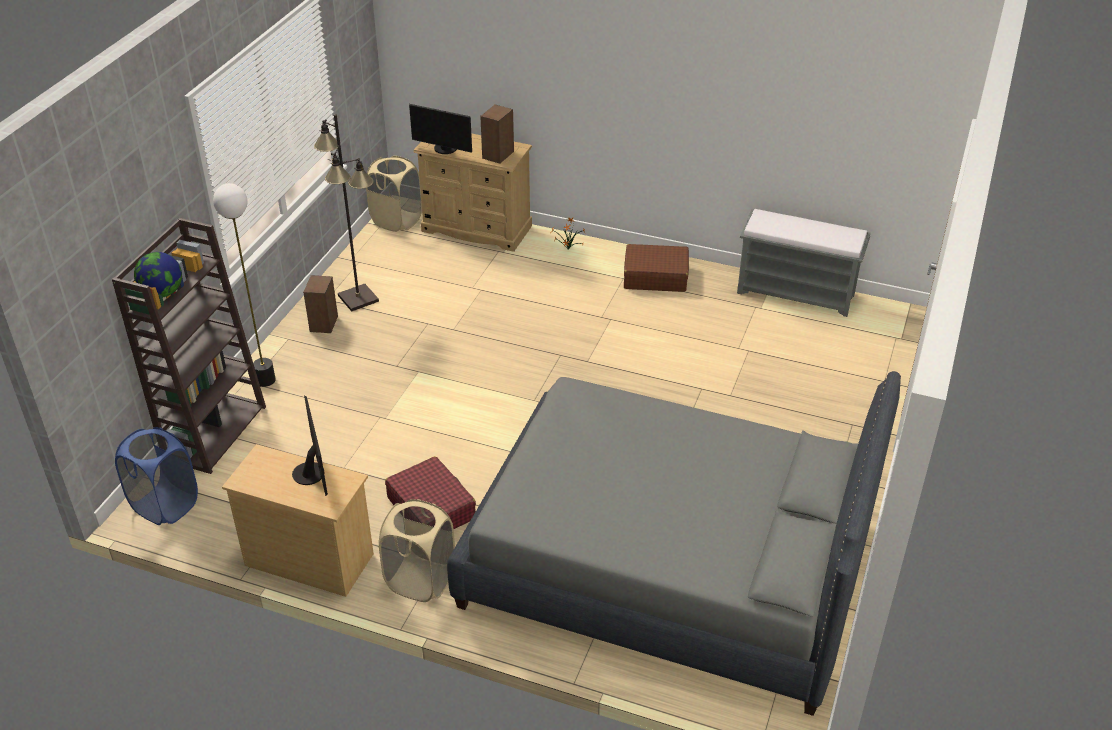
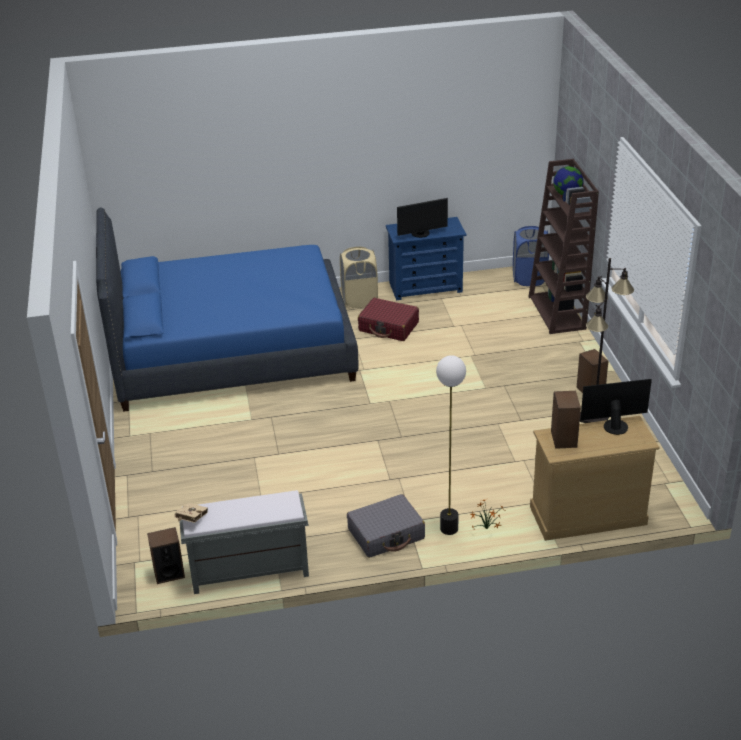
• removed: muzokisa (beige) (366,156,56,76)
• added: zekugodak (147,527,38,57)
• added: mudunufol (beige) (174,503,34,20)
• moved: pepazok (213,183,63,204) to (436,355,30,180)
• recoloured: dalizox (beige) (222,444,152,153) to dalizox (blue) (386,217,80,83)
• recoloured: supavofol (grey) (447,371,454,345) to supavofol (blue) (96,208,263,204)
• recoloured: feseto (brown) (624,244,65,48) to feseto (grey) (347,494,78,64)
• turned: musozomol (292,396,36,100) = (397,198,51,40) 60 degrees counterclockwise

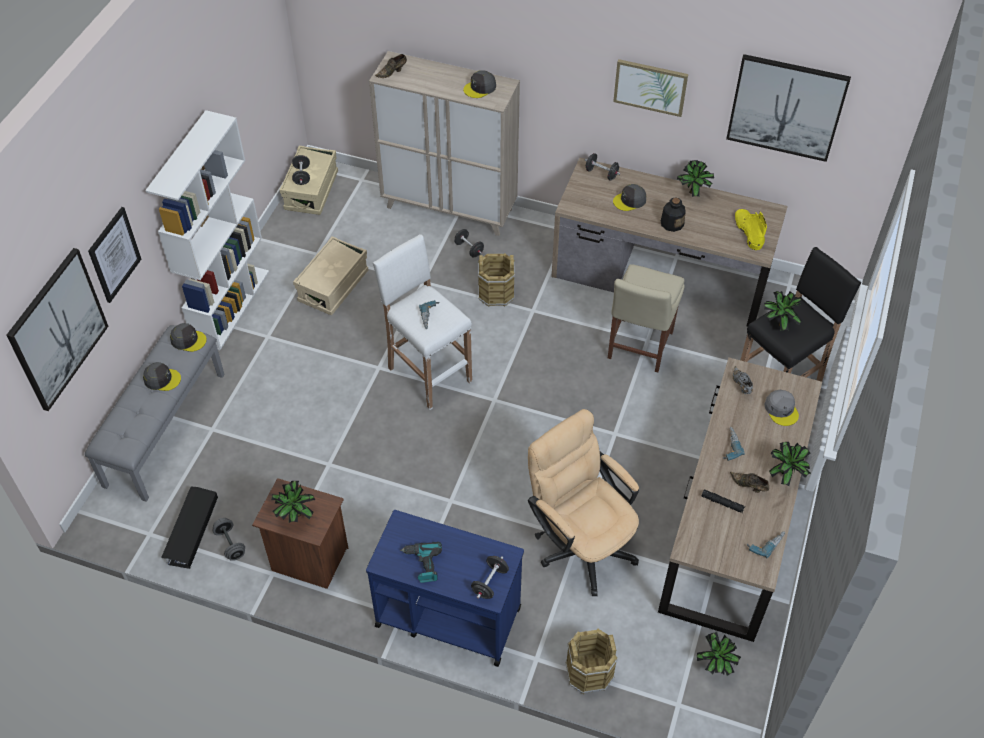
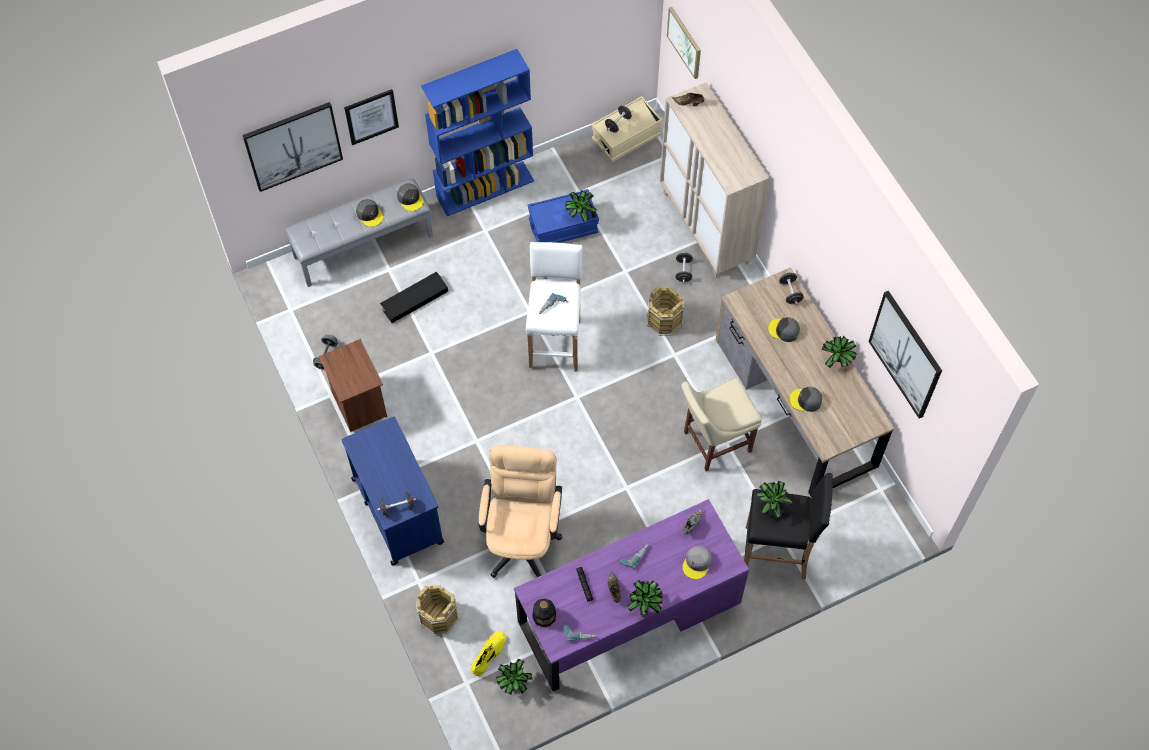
• removed: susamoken (400,542,42,41)
• moved: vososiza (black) (161,487,57,82) to (380,271,68,53)
• moved: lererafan (271,481,44,42) to (565,190,32,32)
• moved: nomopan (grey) (463,70,33,28) to (789,387,33,25)
• moved: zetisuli (613,59,75,58) to (667,7,34,72)
• moved: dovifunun (661,197,25,35) to (532,598,24,29)
• moved: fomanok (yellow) (735,209,32,41) to (471,631,35,45)
• recoloured: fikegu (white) (145,110,124,240) to fikegu (blue) (421,49,113,167)
• recoloured: vososiza (beige) (293,236,76,80) to vososiza (blue) (528,189,71,54)
• recoloured: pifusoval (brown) (658,357,164,285) to pifusoval (purple) (514,499,235,193)

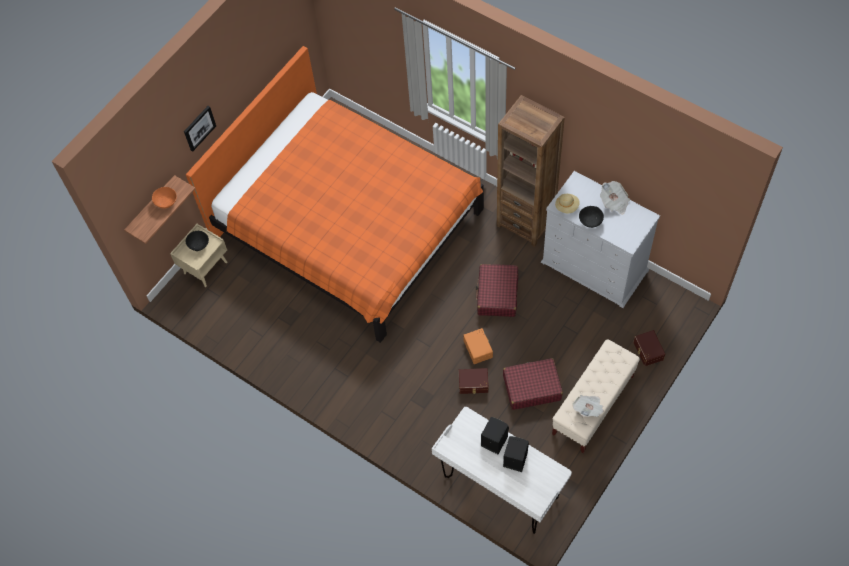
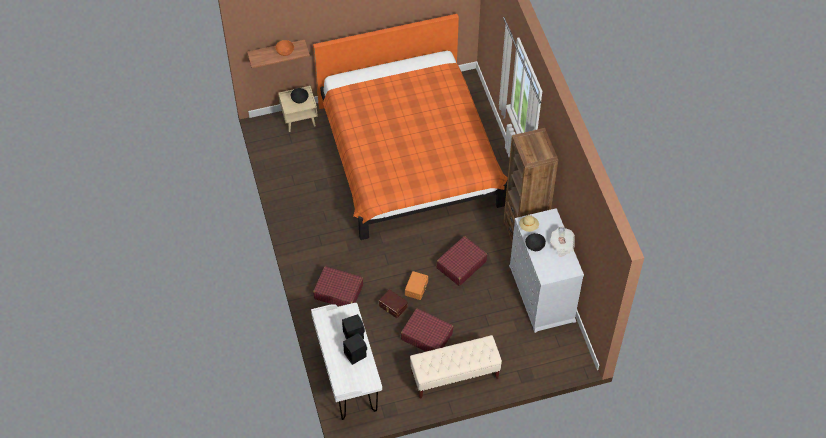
• removed: zetisuli (184,106,32,45)
• removed: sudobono (572,395,32,22)
• removed: vososiza (brown) (633,330,32,36)
• added: feseto (red) (313,266,50,40)

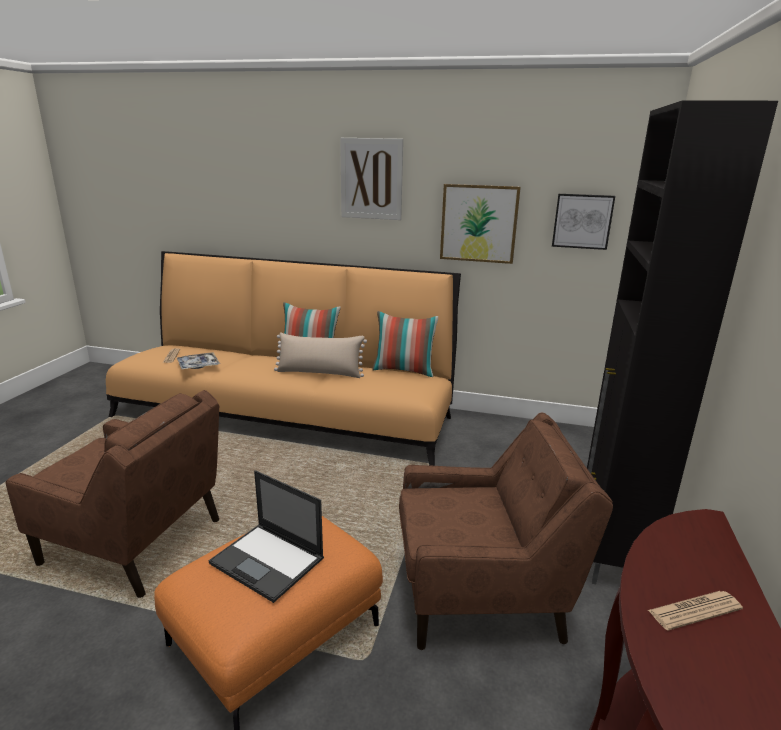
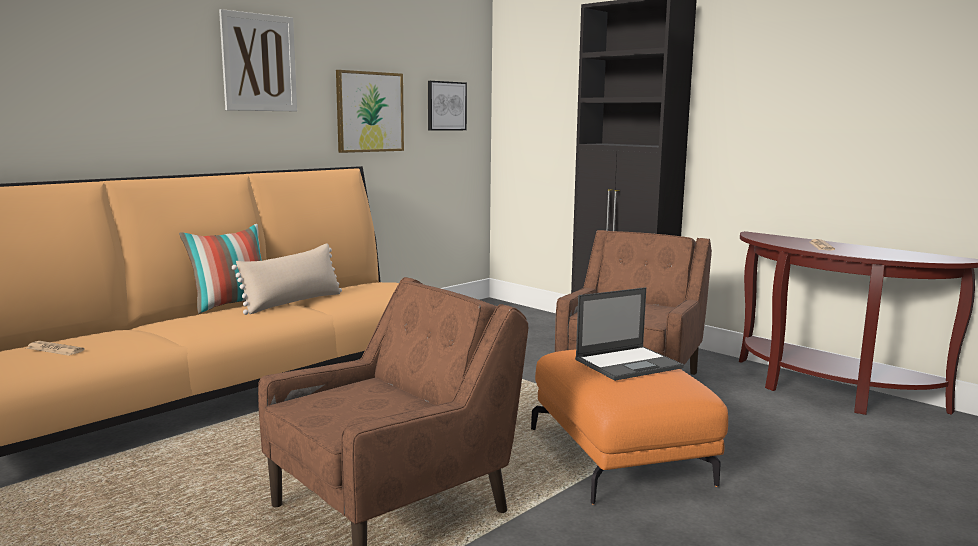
• removed: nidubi (177,352,43,17)
• removed: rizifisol (372,311,66,66)

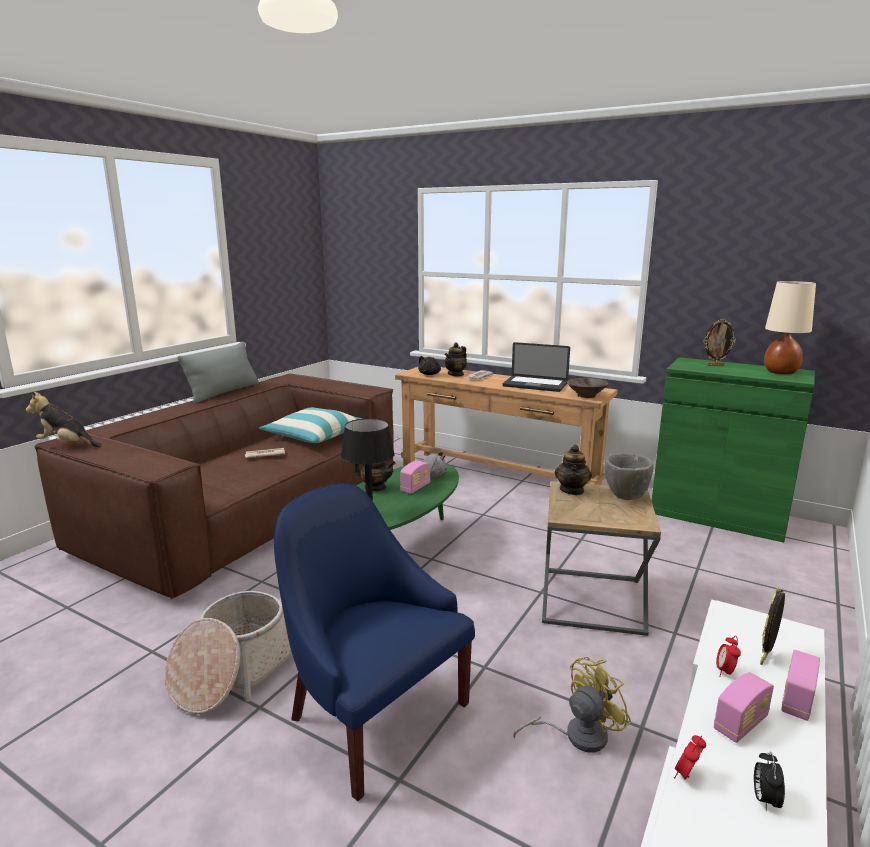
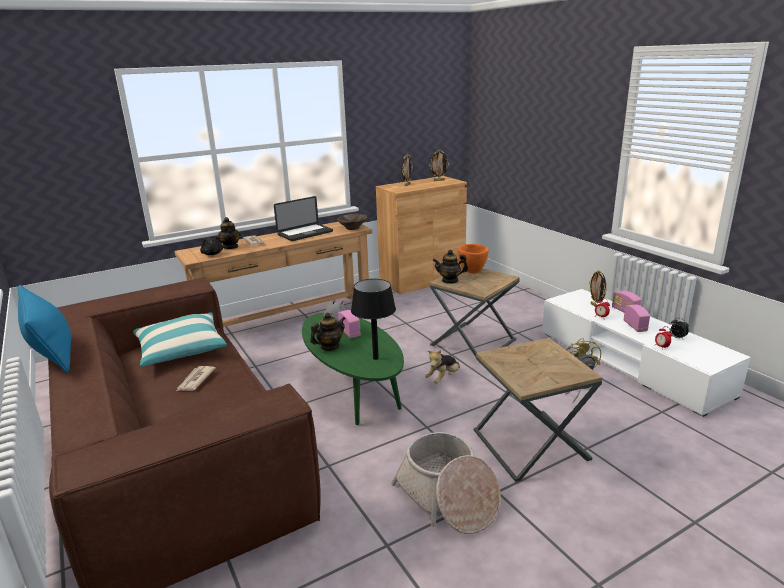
• moved: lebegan (26,392,76,56) to (425,350,35,34)
• replaced: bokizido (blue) (274,483,201,318) to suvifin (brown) (474,338,128,144)
• replaced: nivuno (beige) (764,281,52,93) to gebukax (429,150,20,31)
• recoloured: rizifisol (grey) (177,341,82,63) to rizifisol (blue) (17,285,54,88)
• recoloured: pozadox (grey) (604,453,50,47) to pozadox (orange) (458,244,31,29)
• recoloured: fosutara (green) (651,357,164,186) to fosutara (brown) (376,176,91,118)
• turned: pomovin (555,445,37,50) = (433,250,35,34) 135 degrees clockwise

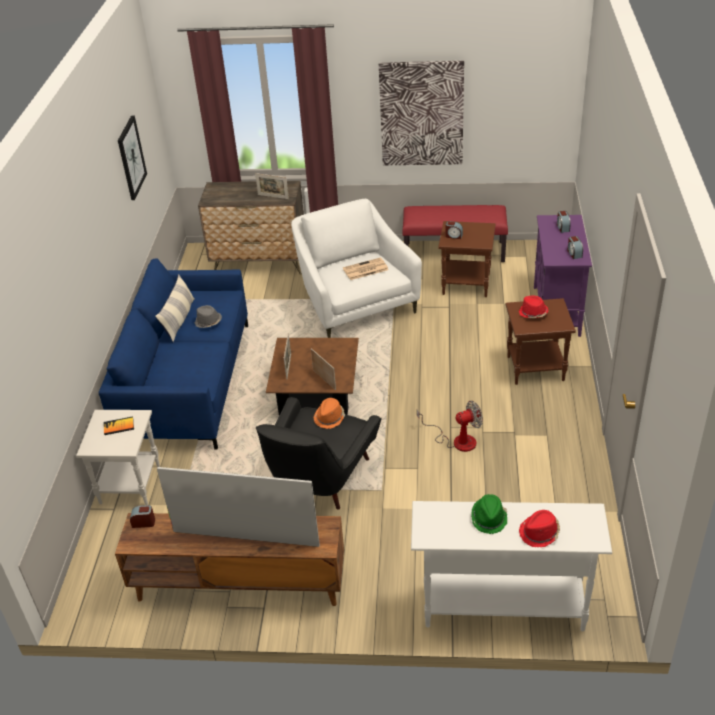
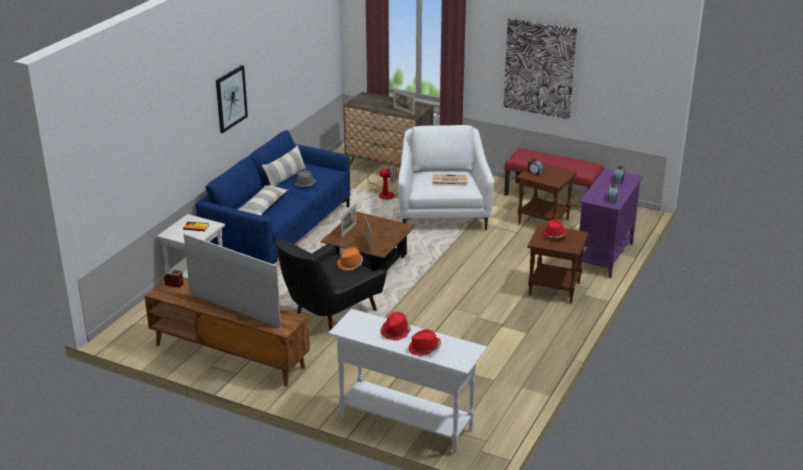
• added: rizifisol (238,185,51,31)
• moved: zetisuli (118,115,29,85) to (216,65,32,68)
• moved: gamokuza (417,401,66,51) to (365,164,32,36)
• recoloured: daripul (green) (471,494,36,40) to daripul (red) (381,312,30,29)

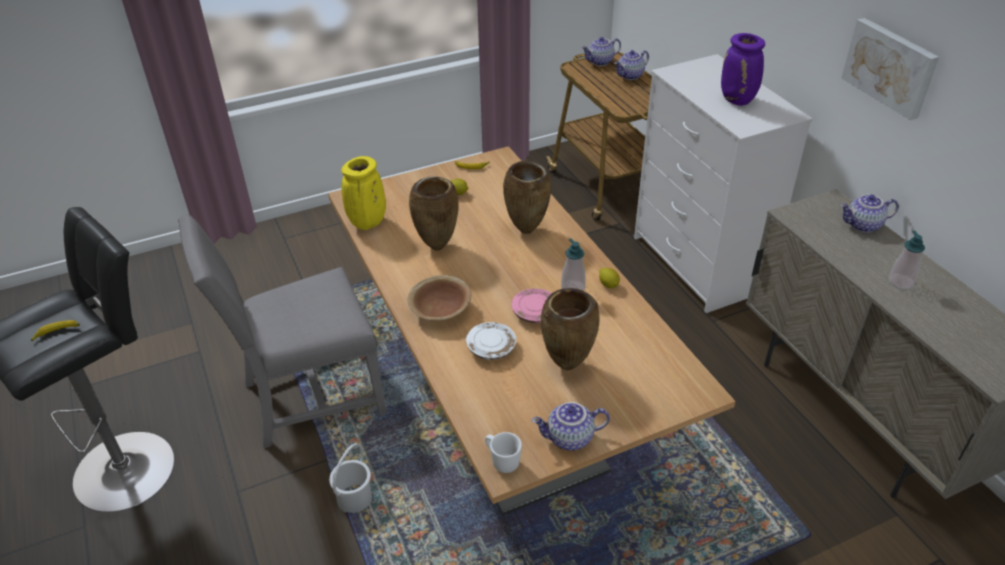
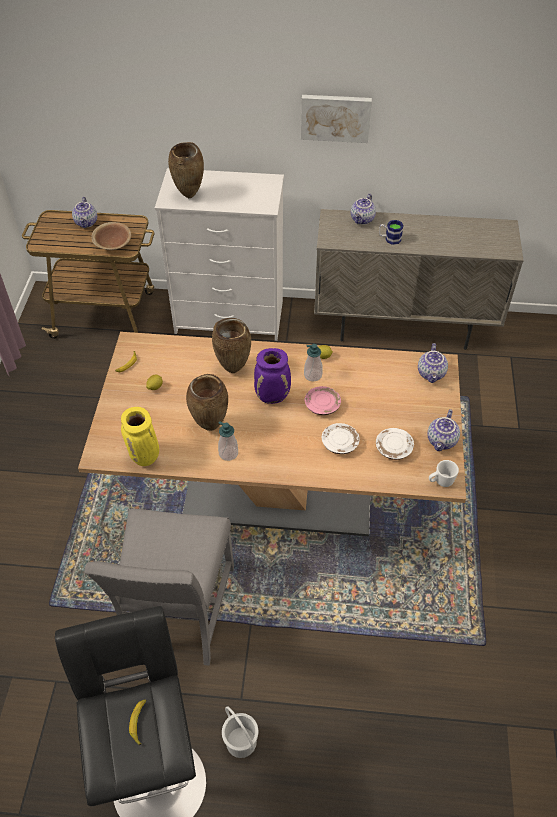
• added: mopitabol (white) (376,428,38,32)
• added: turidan (379,220,25,25)
• moved: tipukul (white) (329,443,43,70) to (222,706,36,52)
• moved: pozadox (brown) (408,275,63,46) to (91,222,40,28)
• moved: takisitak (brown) (541,288,59,82) to (168,142,36,56)
• moved: pomovin (582,37,39,29) to (418,343,30,40)
• moved: takisitak (purple) (721,33,44,73) to (254,348,37,56)
• moved: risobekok (888,231,37,58) to (218,421,20,40)

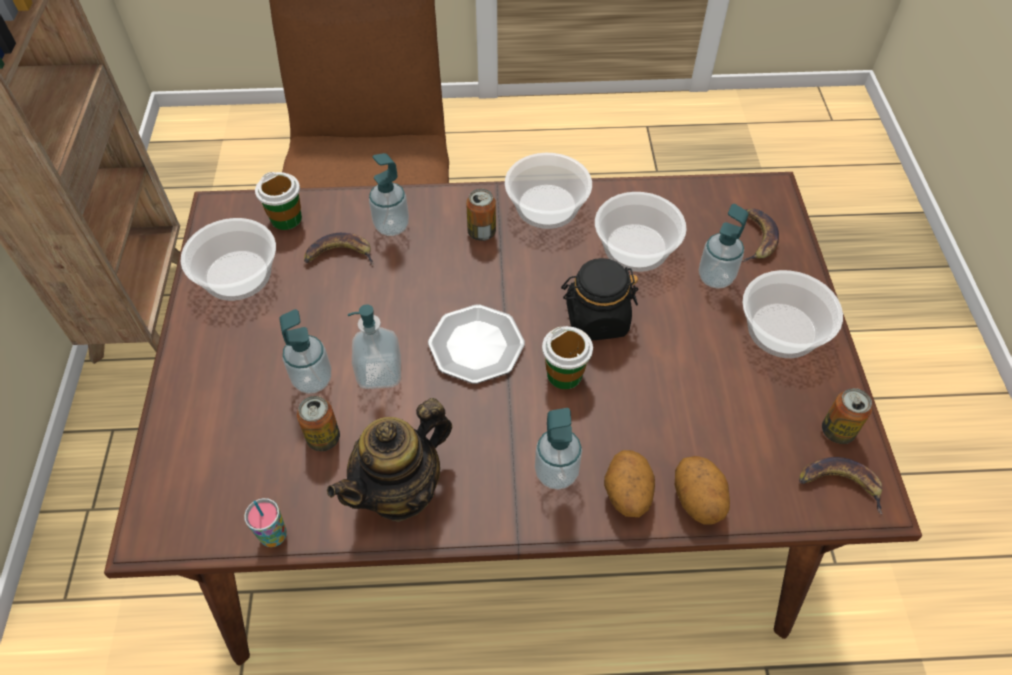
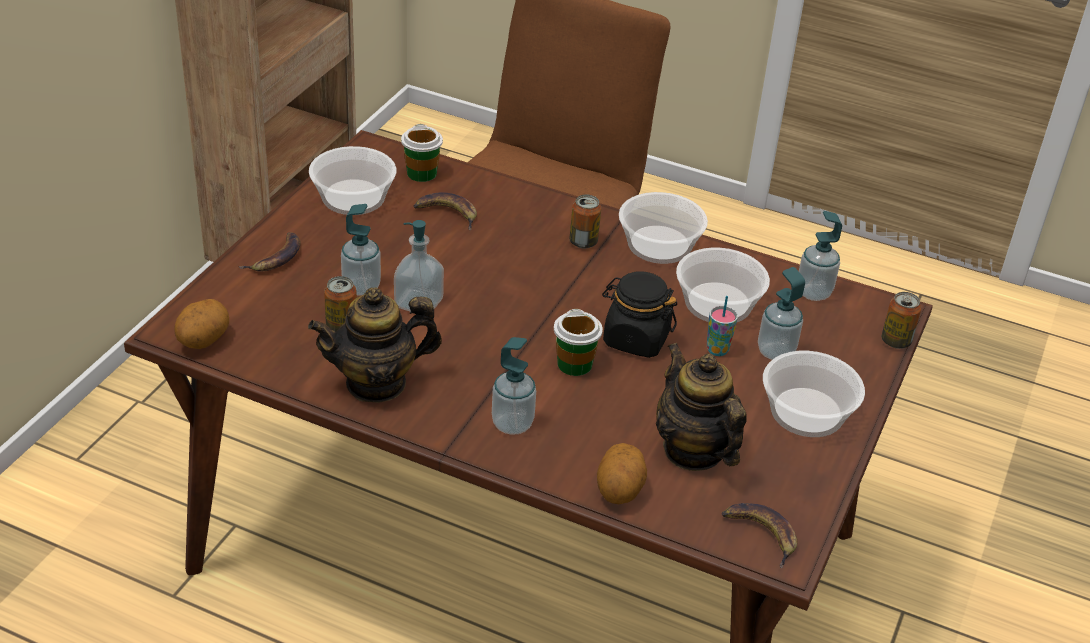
• removed: mopitabol (428,304,97,80)
• added: pomovin (656,343,91,128)
• moved: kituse (244,498,43,49) to (707,296,31,60)
• moved: risobekok (369,153,40,83) to (799,211,43,90)
• moved: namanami (604,450,51,67) to (174,299,55,50)
• moved: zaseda (742,208,37,54) to (238,232,63,40)
• moved: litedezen (822,388,50,56) to (882,292,39,57)

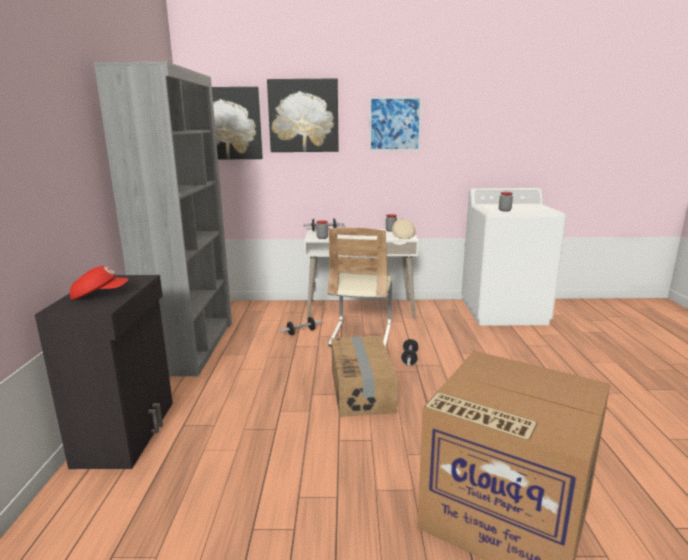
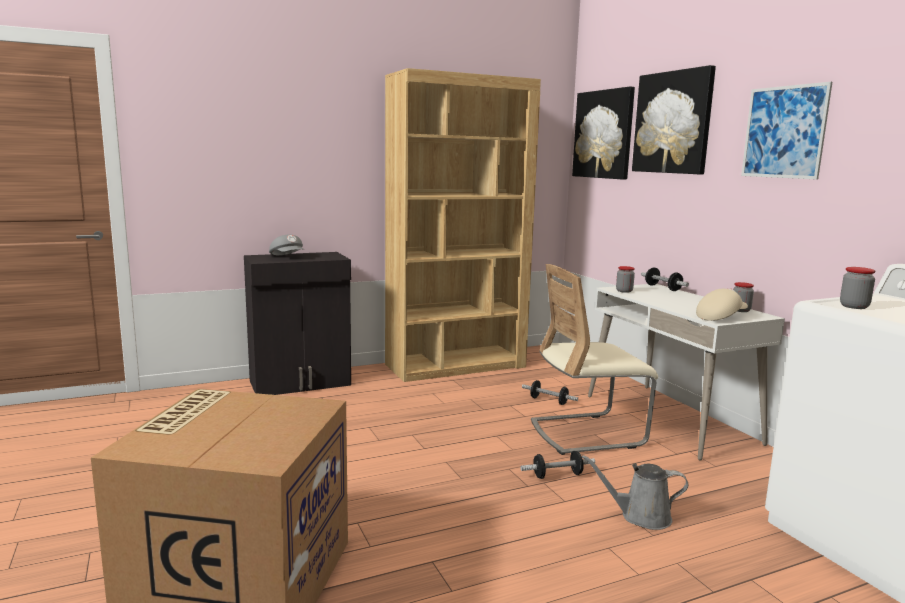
• removed: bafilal (331,336,67,81)
• added: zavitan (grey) (582,455,106,75)
• recoloured: nomopan (red) (70,266,59,33) to nomopan (grey) (269,234,35,21)
• recoloured: fikegu (grey) (94,62,138,314) to fikegu (brown) (385,68,156,314)

